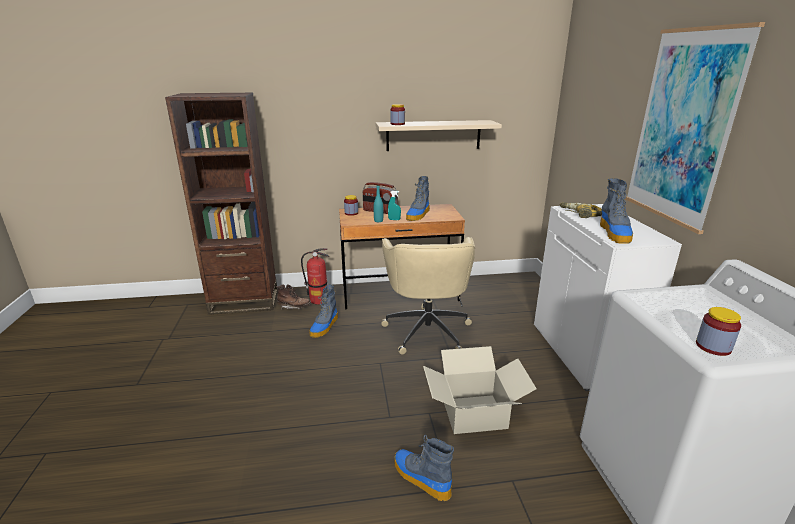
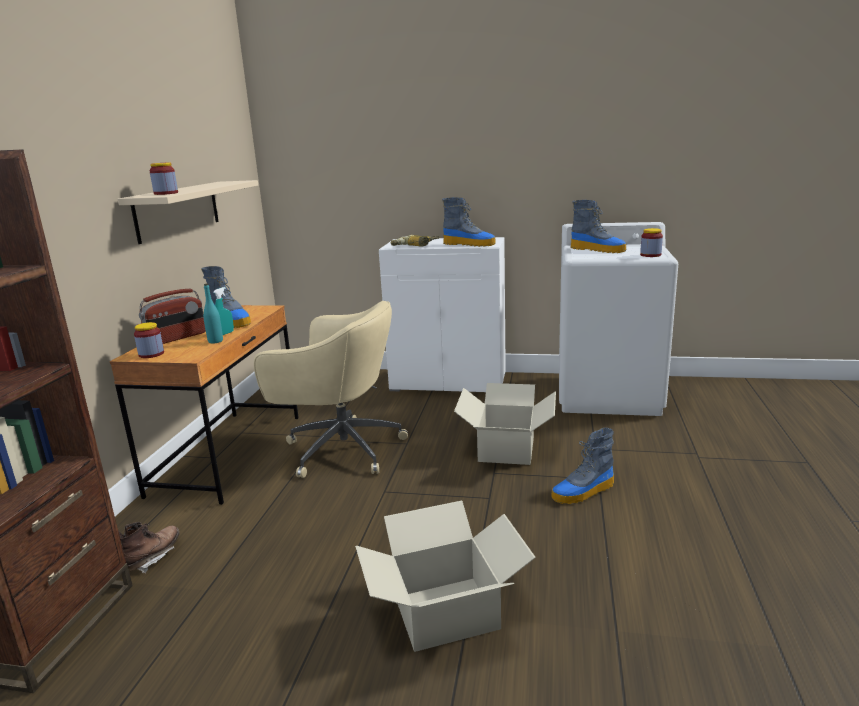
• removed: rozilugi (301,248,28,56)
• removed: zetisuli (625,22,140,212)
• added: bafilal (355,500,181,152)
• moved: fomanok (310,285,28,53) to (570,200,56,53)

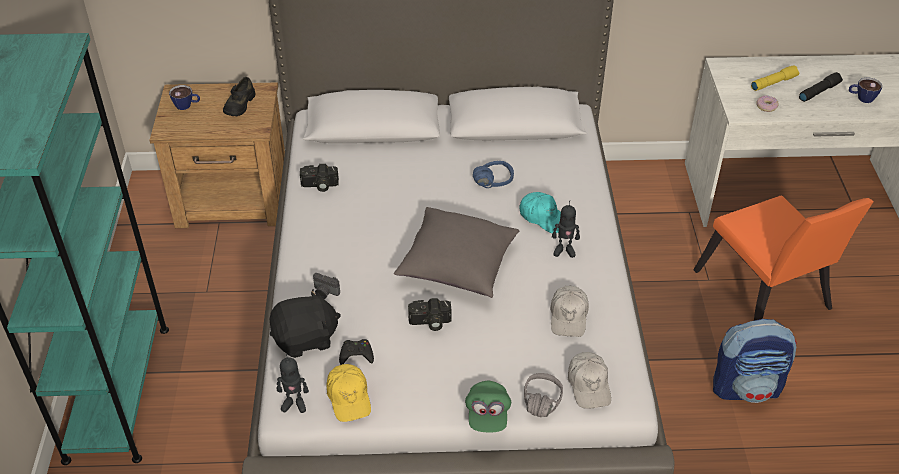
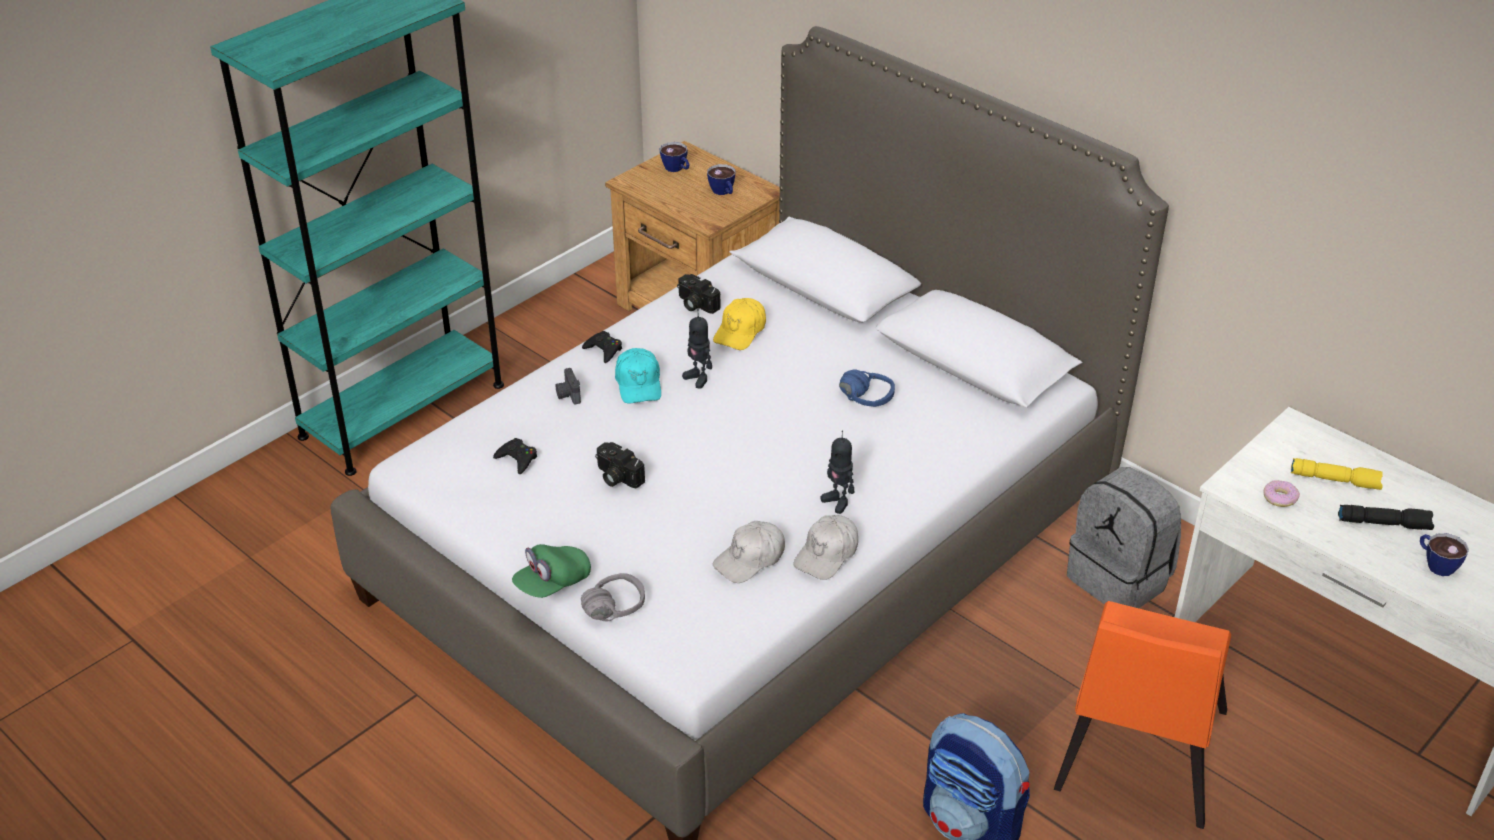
• removed: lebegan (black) (270,289,71,69)
• removed: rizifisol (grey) (394,207,126,91)
• added: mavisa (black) (582,331,40,32)
• added: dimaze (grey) (1067,467,114,141)
• moved: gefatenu (276,354,33,59) to (682,309,30,80)
• moved: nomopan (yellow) (327,364,44,58) to (713,298,53,52)
• moved: nomopan (turquoise) (519,192,42,41) to (615,348,46,55)
• moved: nomopan (white) (568,352,43,57) to (793,515,65,65)
• replaced: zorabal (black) (223,77,33,40) to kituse (707,164,29,31)

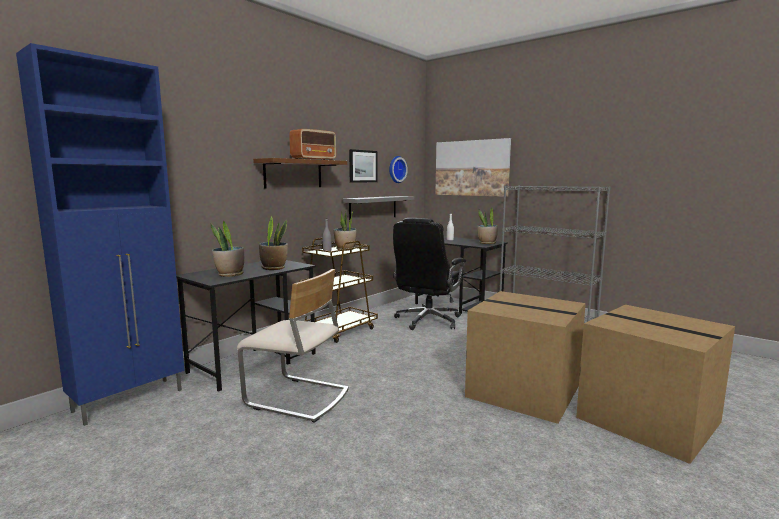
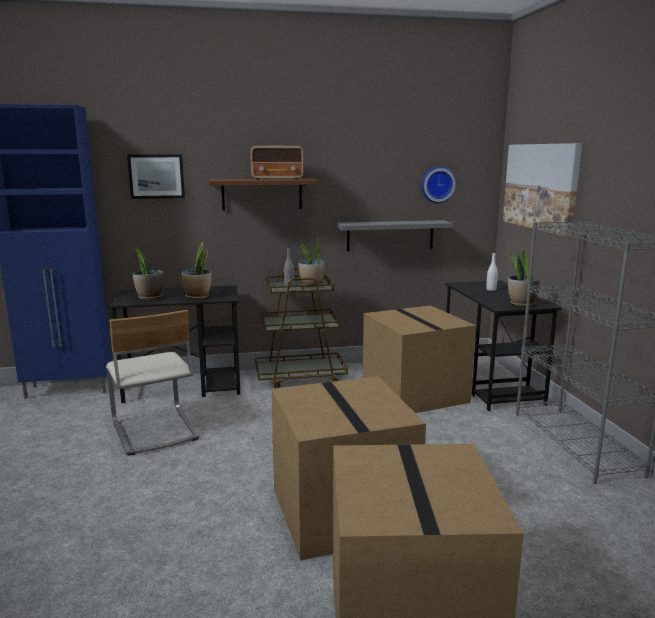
• moved: zetisuli (349,149,29,34) to (127,154,58,45)
• replaced: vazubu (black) (393,218,73,112) to bafilal (363,305,113,108)

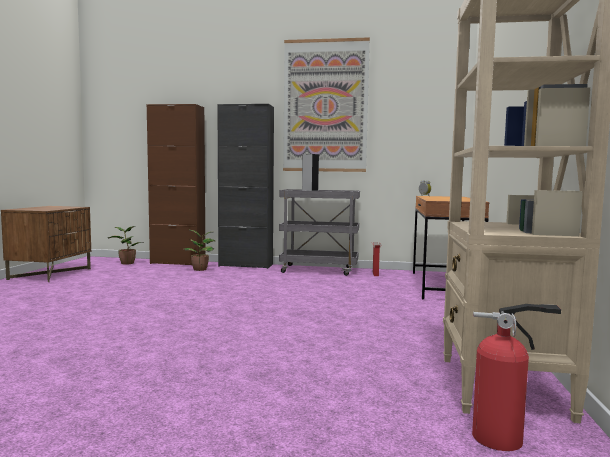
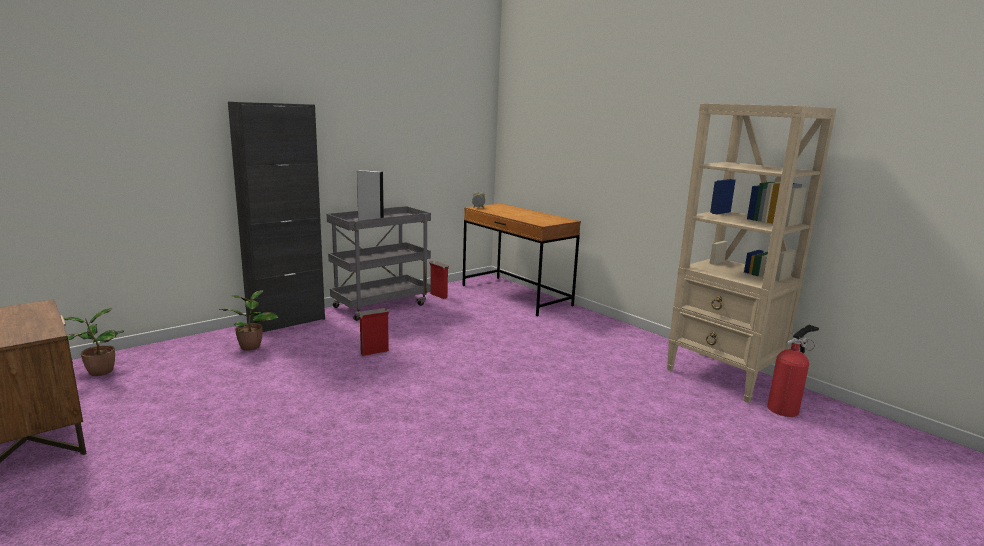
• removed: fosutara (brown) (147,104,58,161)
• removed: zetisuli (283,37,87,135)
• added: bafilal (356,308,34,48)

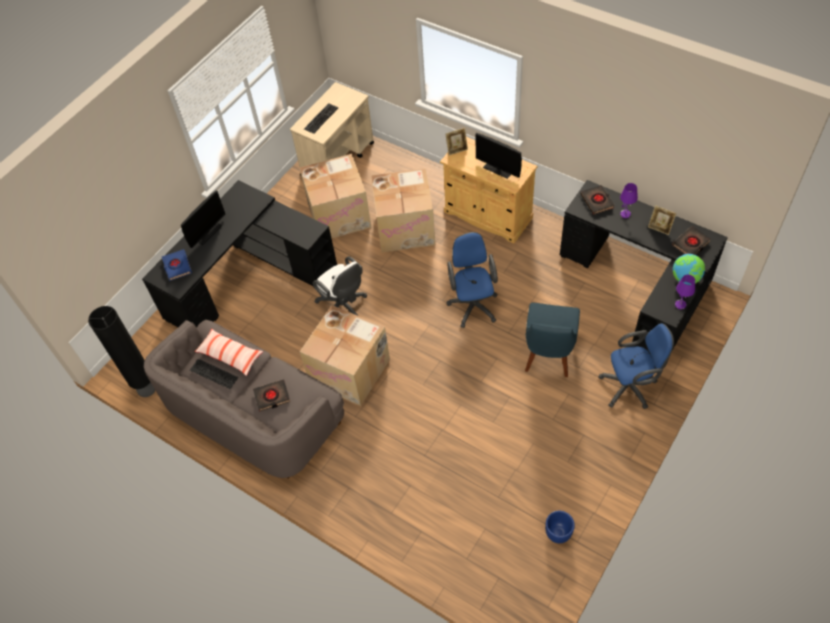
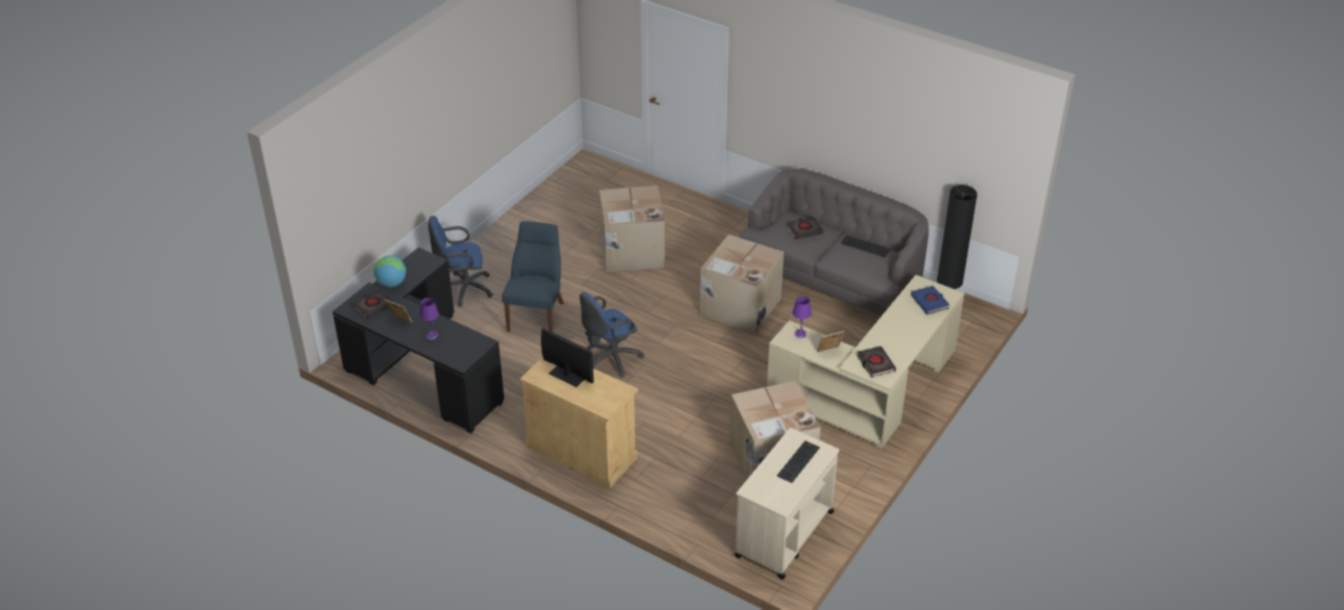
• removed: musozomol (181,190,44,58)
• removed: rizifisol (195,329,68,47)
• removed: vazubu (white) (313,256,54,60)
• removed: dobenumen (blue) (545,511,30,32)
• moved: bafilal (371,168,64,84) to (599,186,66,86)
• moved: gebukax (445,128,23,27) to (817,331,28,21)
• moved: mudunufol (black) (581,185,34,30) to (857,346,39,31)
• moved: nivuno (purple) (675,275,20,34) to (792,296,20,42)
• recoloured: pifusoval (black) (142,180,195,148) to pifusoval (beige) (767,275,198,174)
• turned: vazubu (blue) (447,232,51,96) = (580,292,64,85) 60 degrees clockwise

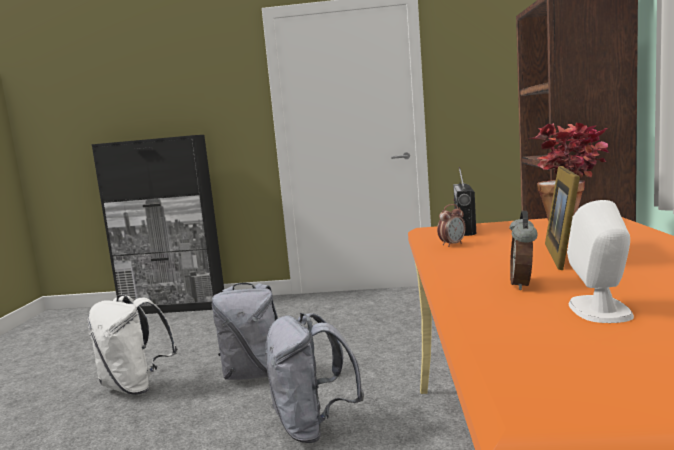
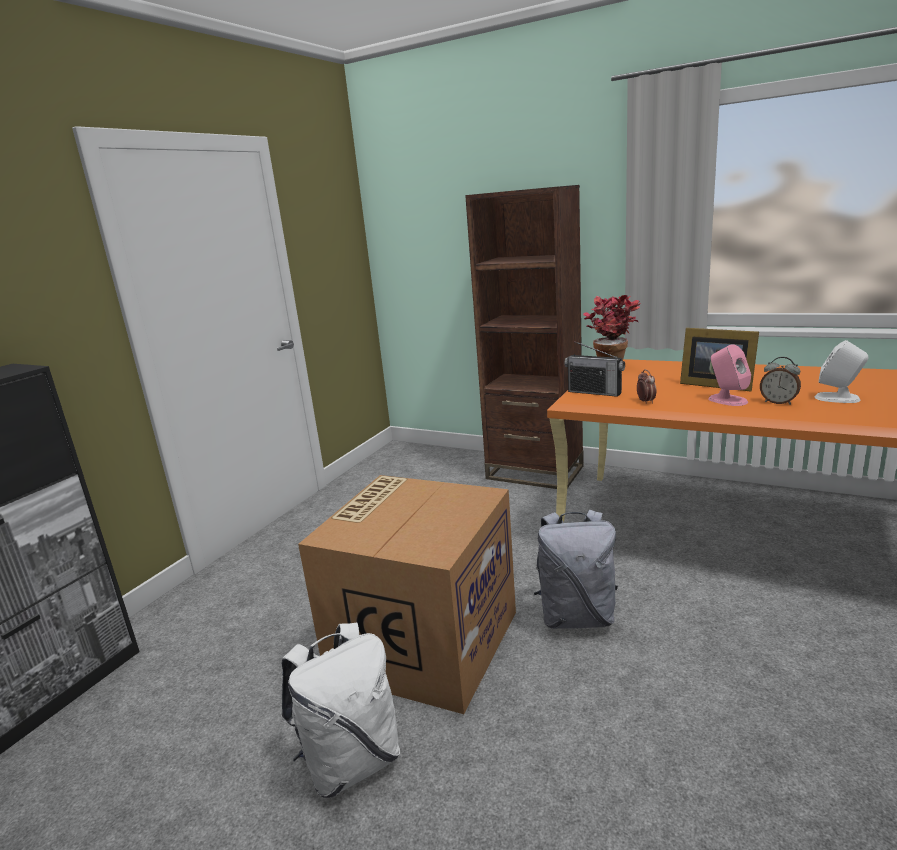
• added: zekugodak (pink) (708,344,43,62)
• replaced: dimaze (grey) (211,283,67,97) to bafilal (298,475,218,239)

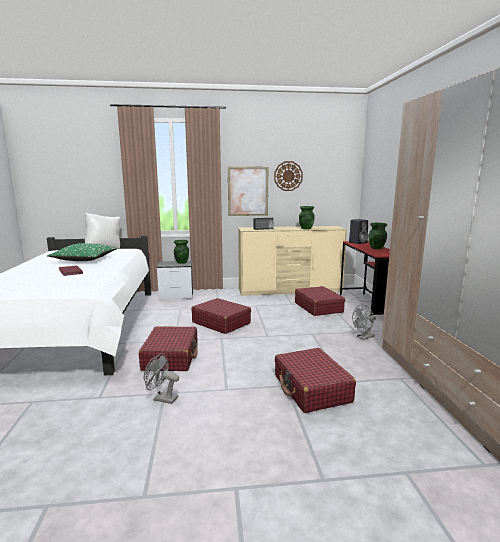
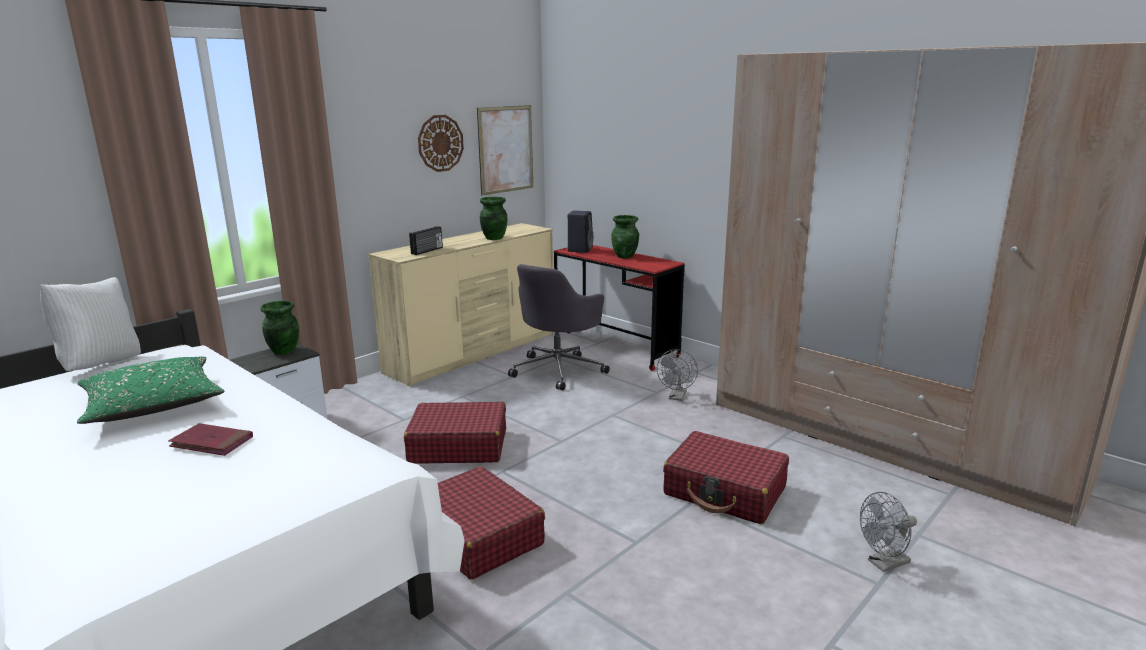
• moved: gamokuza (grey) (144,353,35,51) to (860,492,57,80)
• moved: zetisuli (228,167,40,49) to (477,105,56,91)
• replaced: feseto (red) (295,286,50,30) to vazubu (grey) (508,264,102,126)

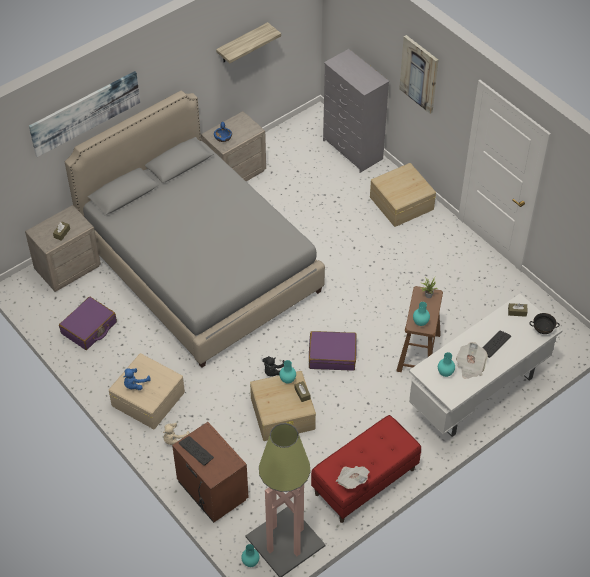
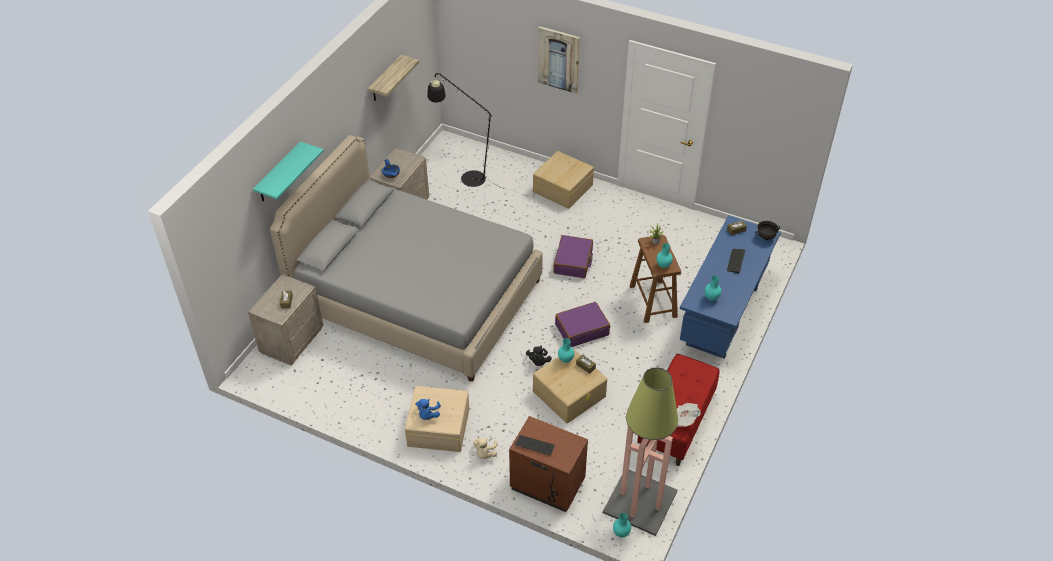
• removed: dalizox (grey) (323,49,66,124)
• removed: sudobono (456,342,32,37)
• added: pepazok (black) (427,73,108,125)
• moved: feseto (purple) (59,297,58,53) to (554,235,39,43)
• replaced: zetisuli (29,71,111,86) to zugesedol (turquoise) (253,141,71,60)
• recoloured: pifusoval (white) (409,294,154,143) to pifusoval (blue) (680,215,101,144)

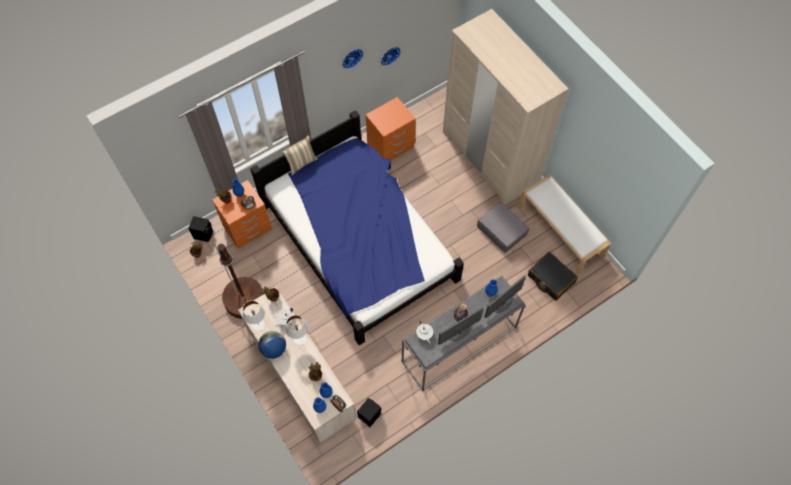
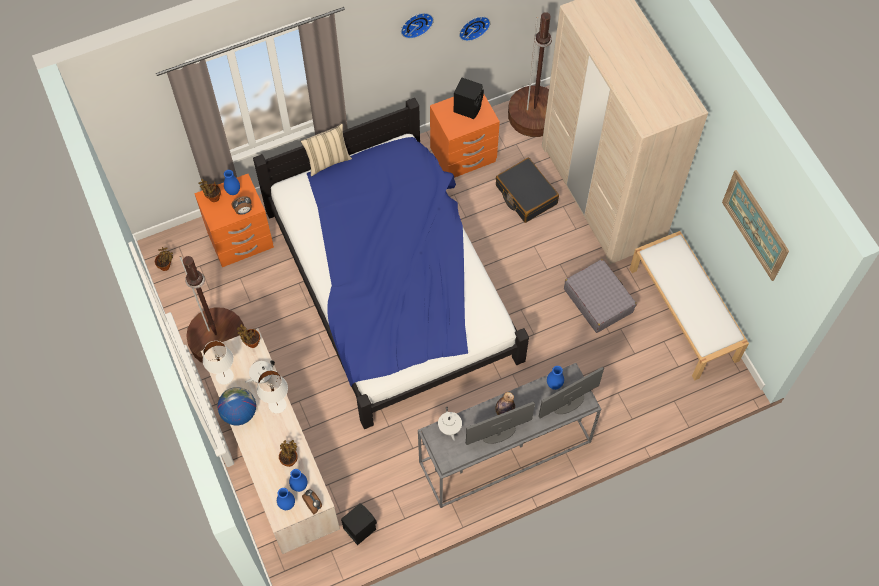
• added: pepazok (brown) (508,12,44,125)
• added: zetisuli (722,170,67,111)
• moved: zekugodak (black) (188,216,25,26) to (454,78,30,41)
• moved: feseto (black) (528,252,50,49) to (496,158,63,65)

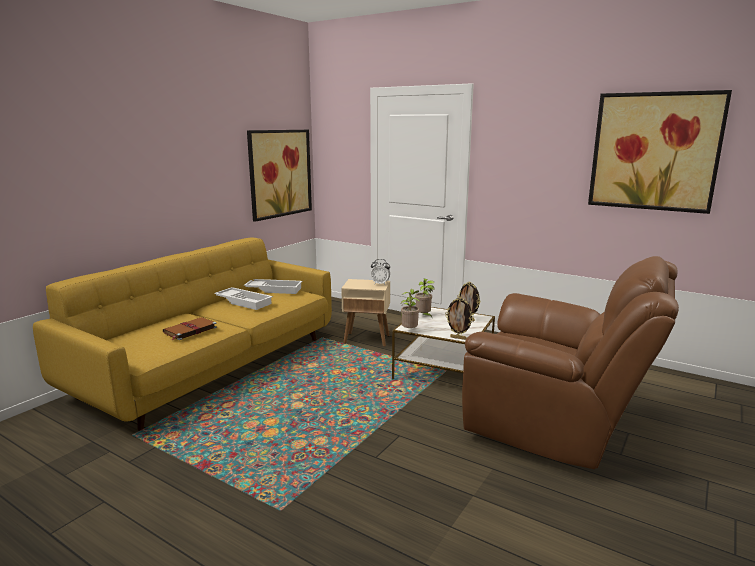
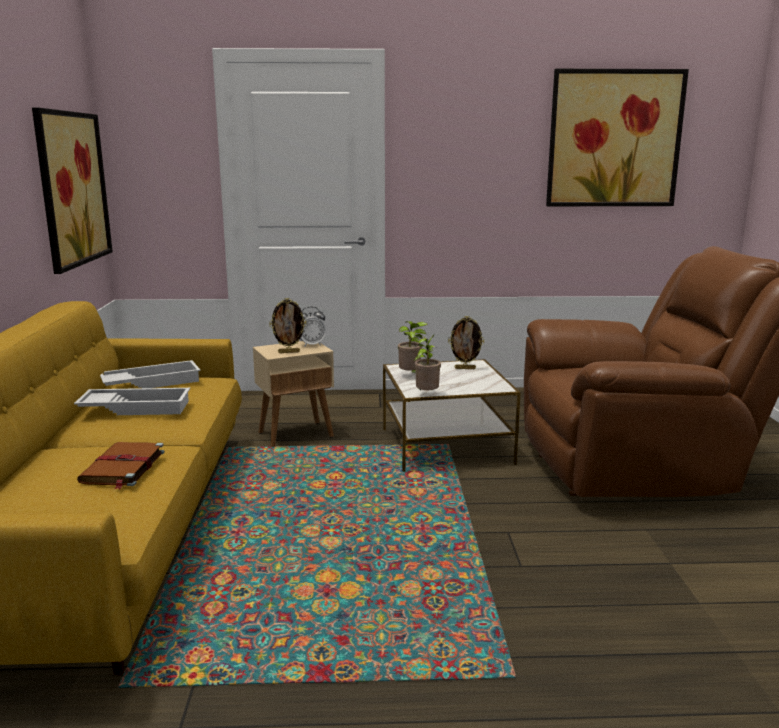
• moved: gebukax (445,297,29,43) to (269,298,38,55)

